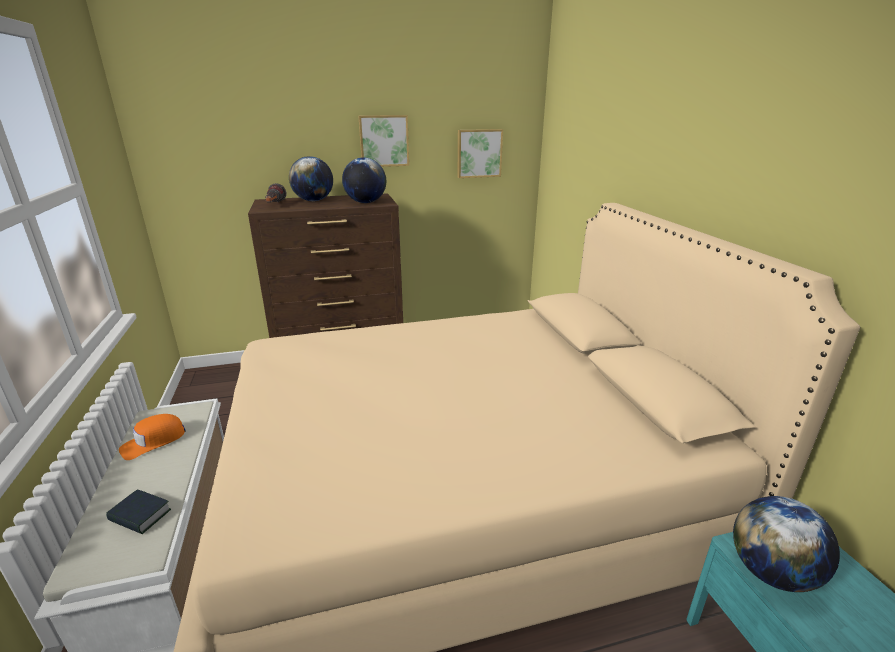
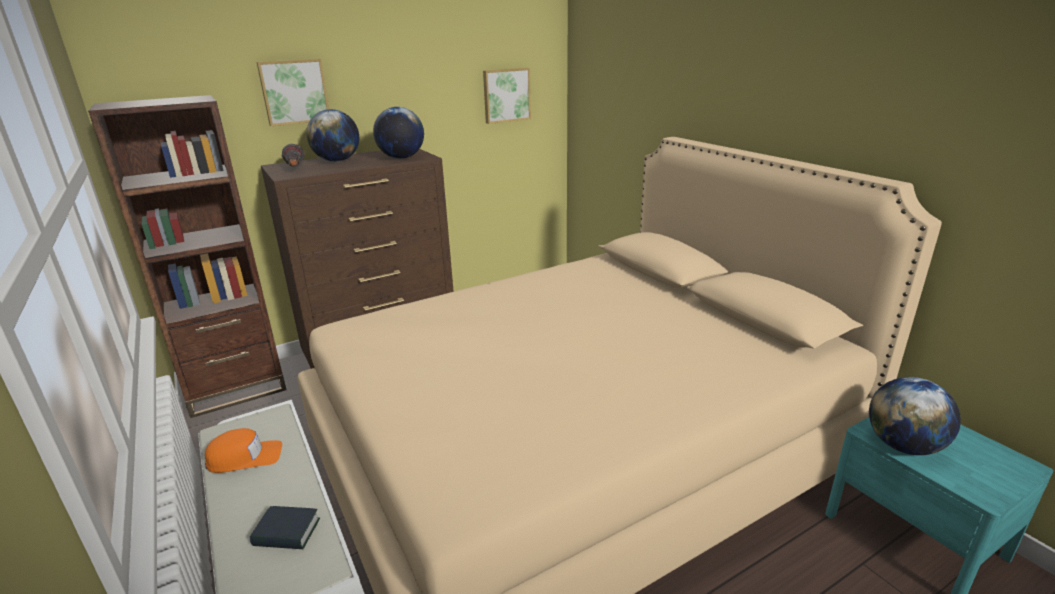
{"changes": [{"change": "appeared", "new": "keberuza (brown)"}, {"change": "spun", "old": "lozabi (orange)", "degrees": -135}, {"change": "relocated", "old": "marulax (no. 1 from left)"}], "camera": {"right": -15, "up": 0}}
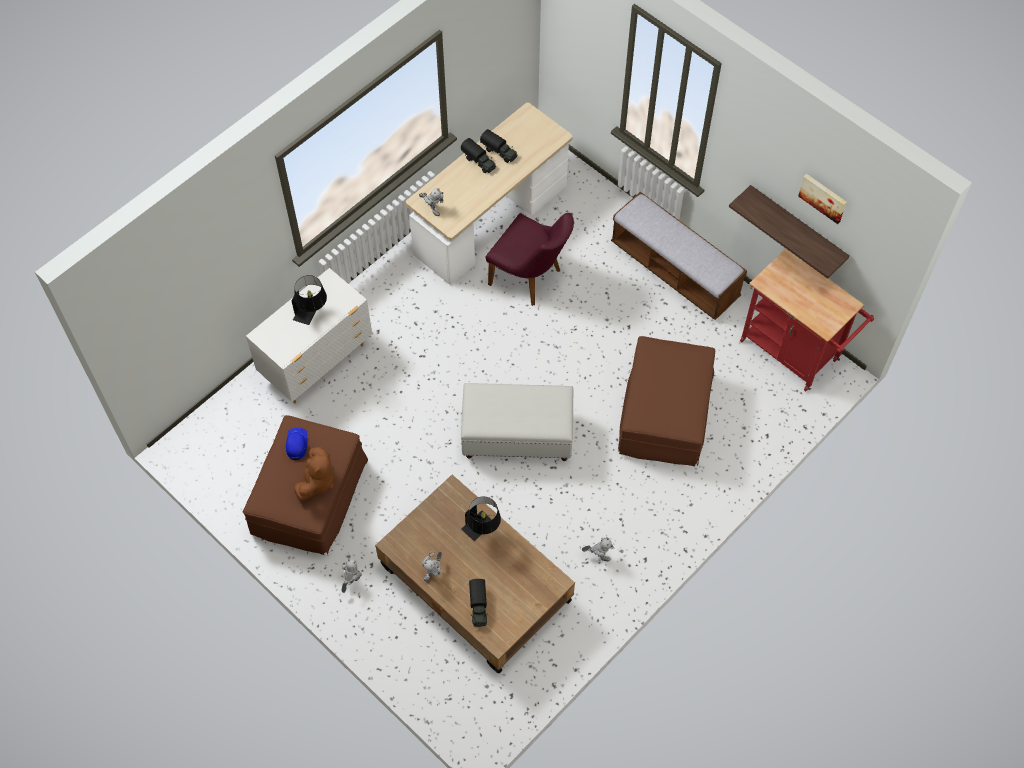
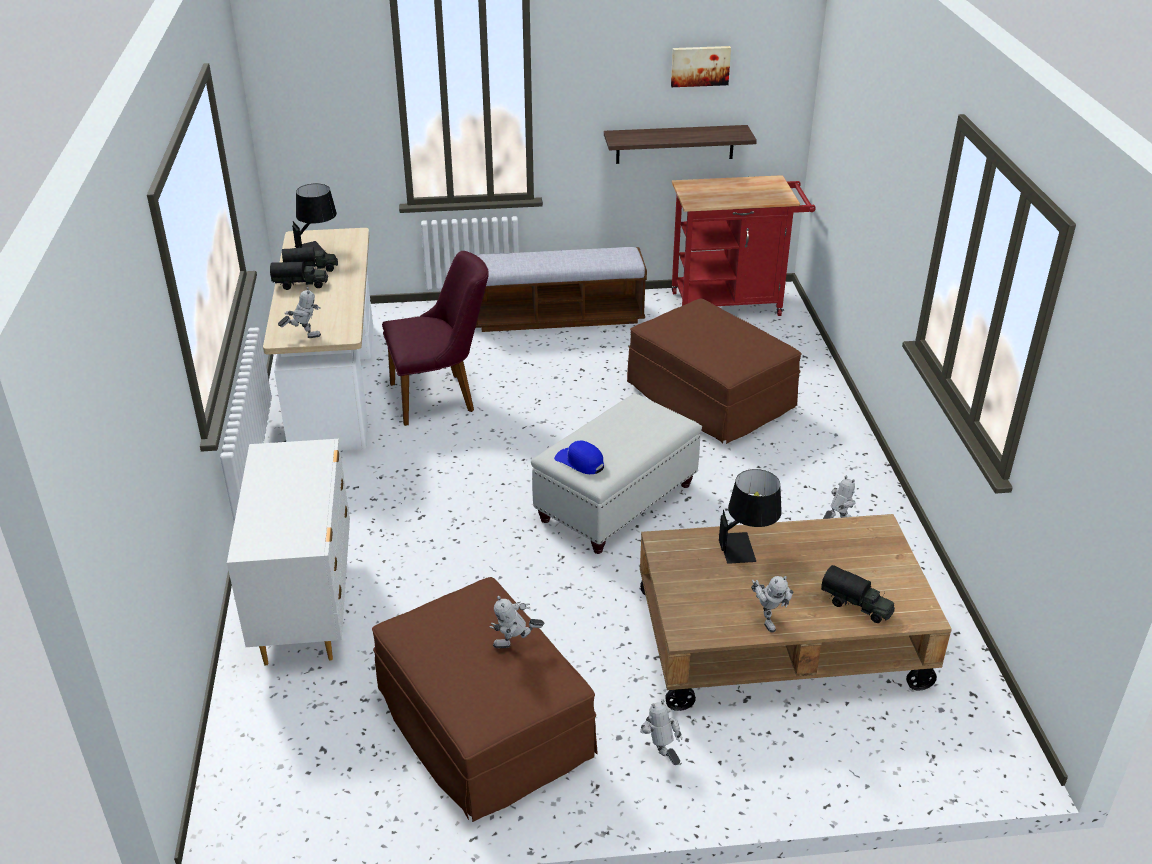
{"changes": [{"change": "relocated", "old": "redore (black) (no. 1 from left)"}, {"change": "exchanged", "old": "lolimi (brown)", "new": "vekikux (no. 2 from left)"}, {"change": "relocated", "old": "lozabi (blue)"}], "camera": {"right": -50, "up": -25}}
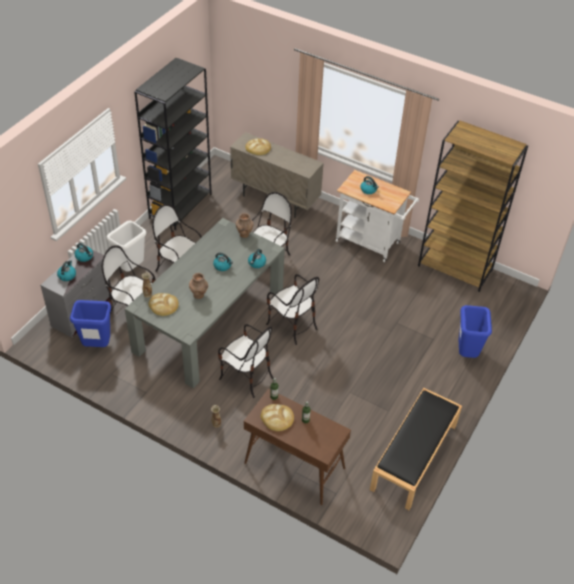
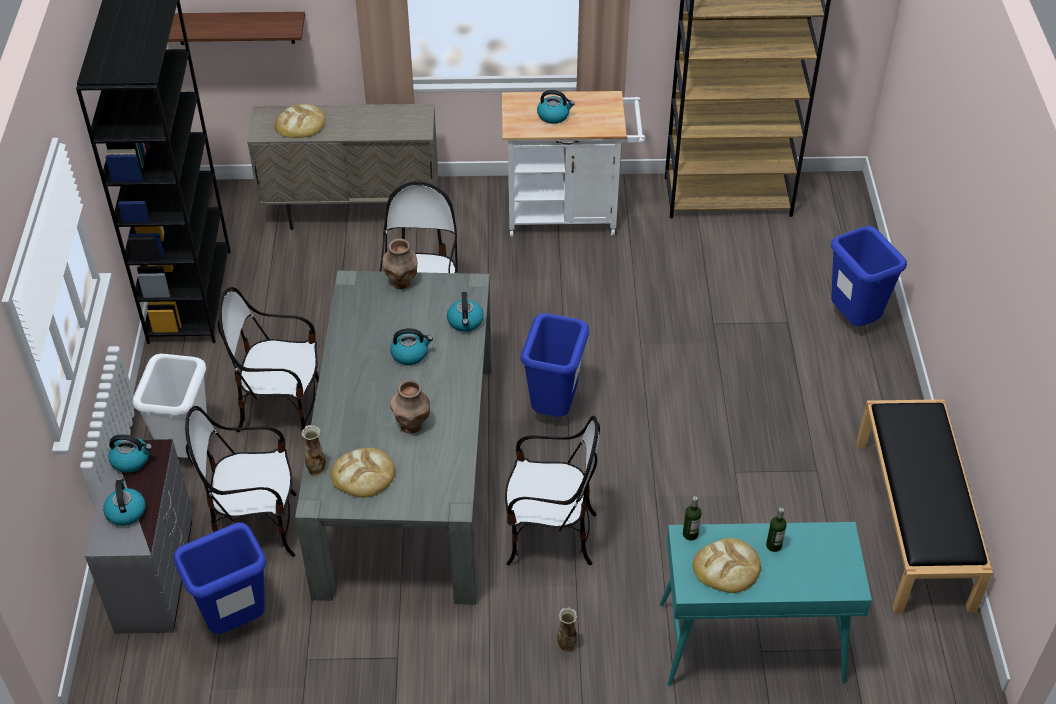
{"changes": [{"change": "appeared", "new": "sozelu"}, {"change": "exchanged", "old": "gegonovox (no. 5 from left)", "new": "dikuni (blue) (no. 2 from left)"}, {"change": "colour", "old": "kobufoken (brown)", "new": "kobufoken (turquoise)"}], "camera": {"right": -30, "up": 0}}
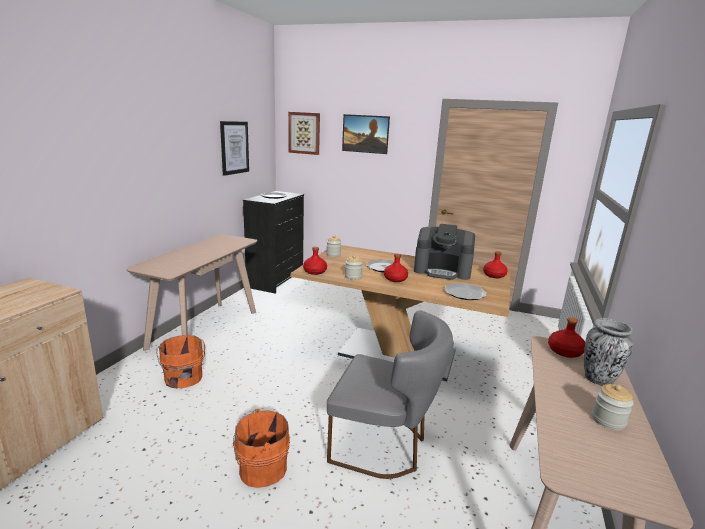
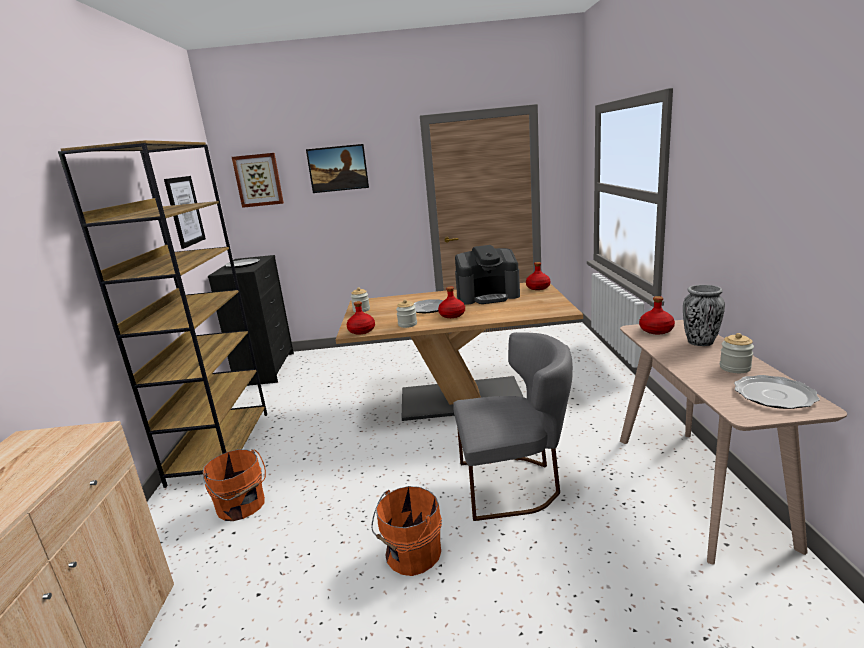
{"changes": [{"change": "exchanged", "old": "kobufoken (beige) (no. 1 from left)", "new": "keberuza (brown)"}, {"change": "relocated", "old": "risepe (no. 3 from left)"}], "camera": {"right": -20, "up": 0}}
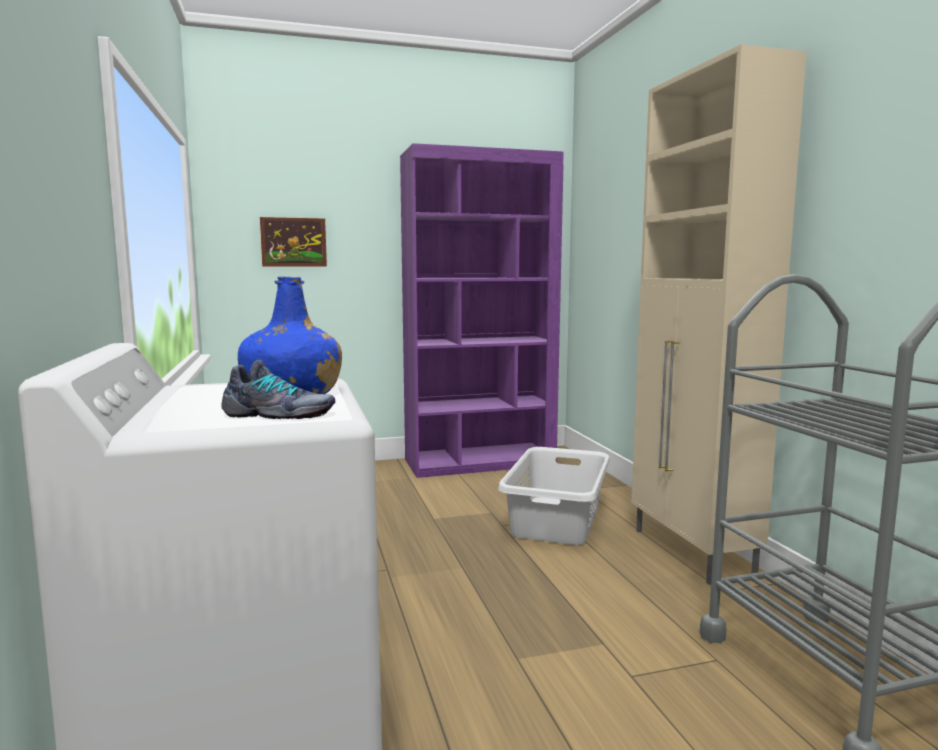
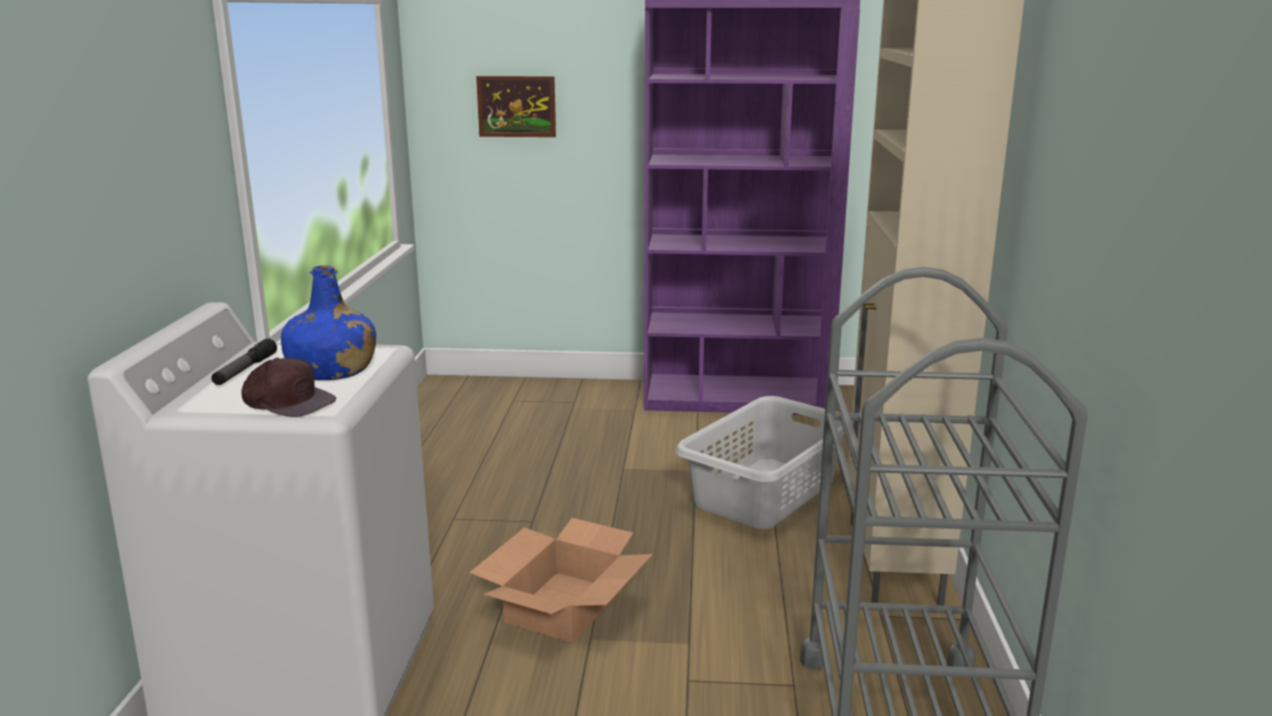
{"changes": [{"change": "appeared", "new": "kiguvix"}, {"change": "exchanged", "old": "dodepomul", "new": "lozabi (brown)"}, {"change": "appeared", "new": "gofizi"}], "camera": {"right": 20, "up": 10}}
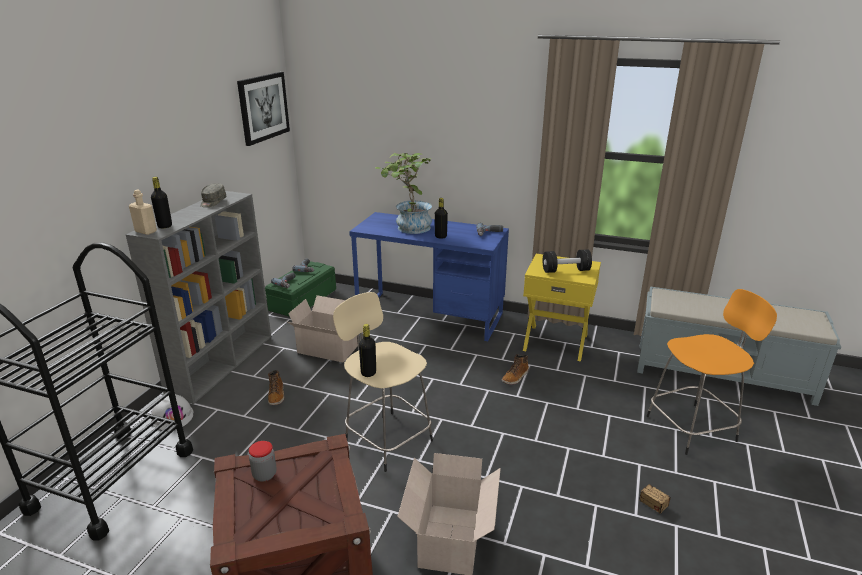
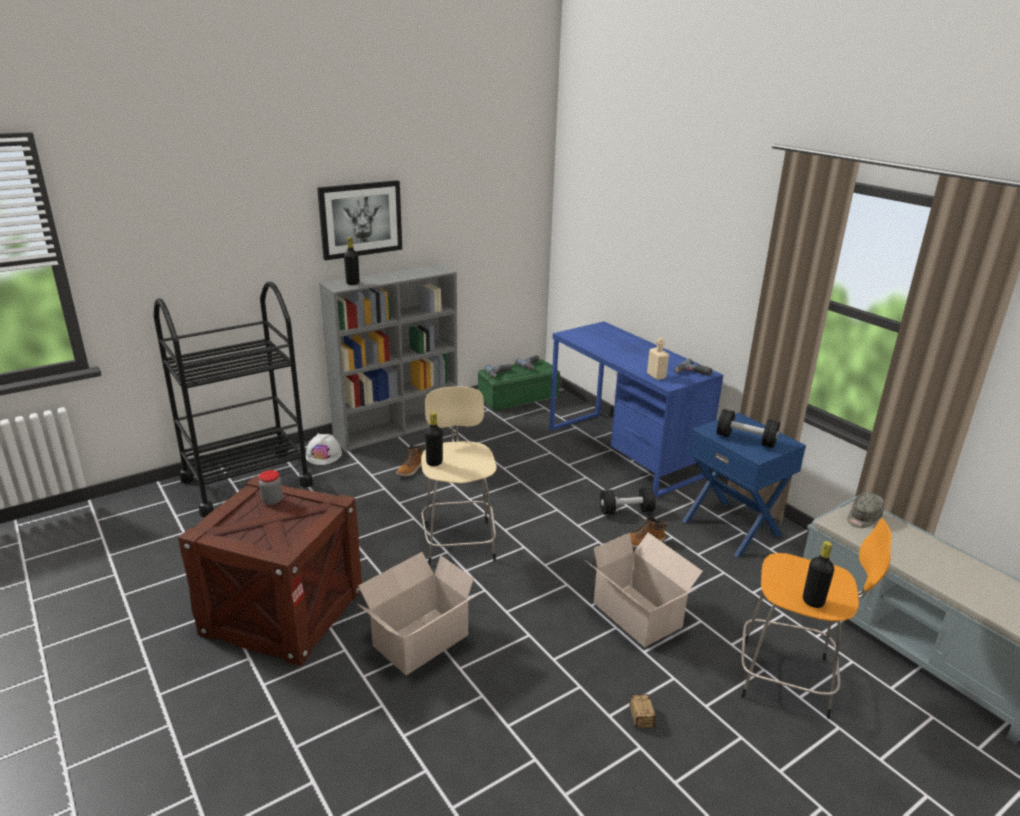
{"changes": [{"change": "relocated", "old": "marulax"}, {"change": "relocated", "old": "gofizi (no. 1 from left in the first image)", "new": "gofizi (no. 2 from left)"}, {"change": "appeared", "new": "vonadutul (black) (no. 1 from left)"}, {"change": "relocated", "old": "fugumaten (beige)"}, {"change": "colour", "old": "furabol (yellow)", "new": "furabol (blue)"}, {"change": "relocated", "old": "fugumaten (black) (no. 3 from left)"}, {"change": "relocated", "old": "lozabi (grey)"}, {"change": "missing", "old": "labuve"}], "camera": {"right": 35, "up": 0}}
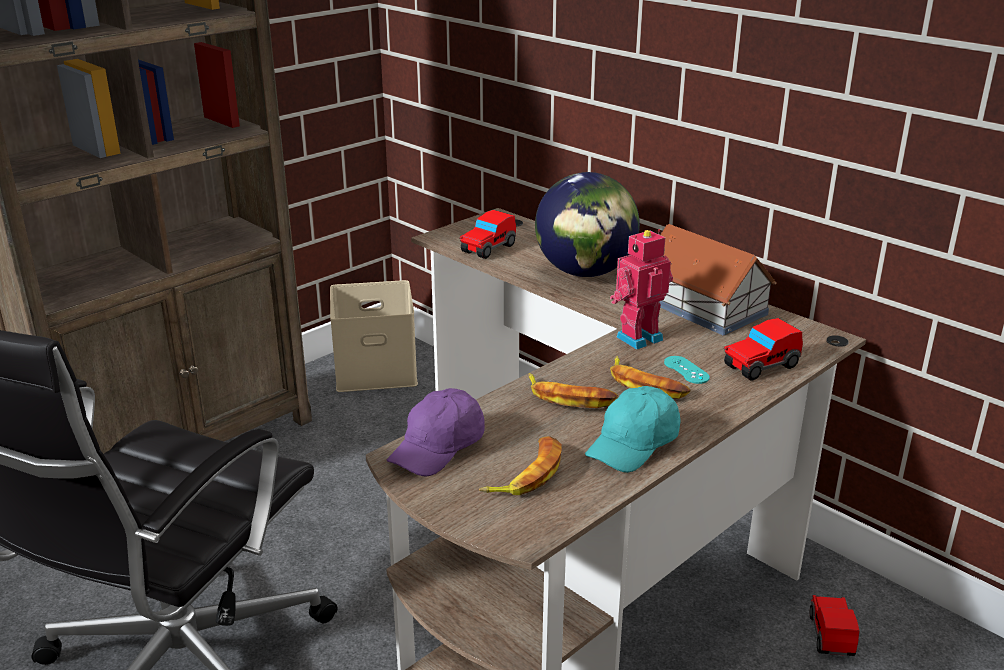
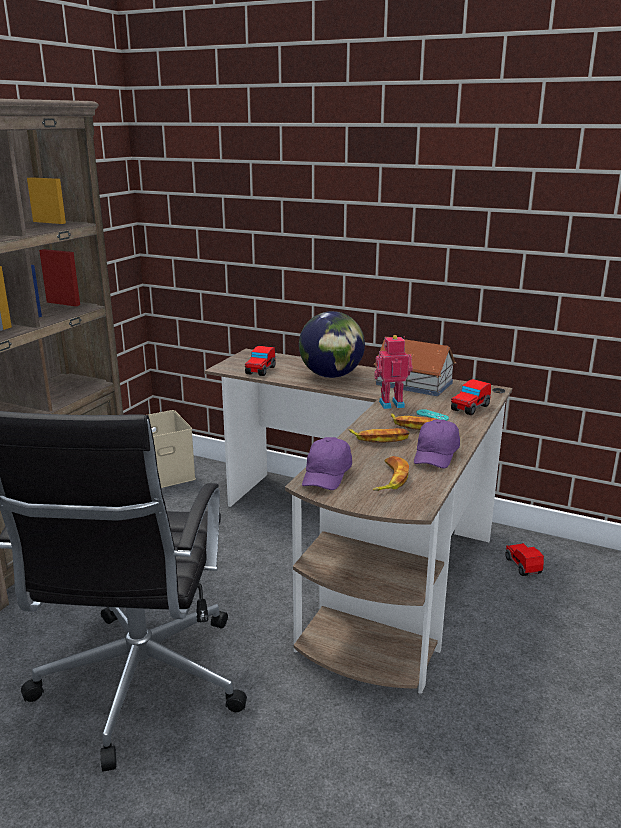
{"changes": [{"change": "spun", "old": "vekikux", "degrees": 45}, {"change": "colour", "old": "lozabi (turquoise)", "new": "lozabi (purple) (no. 2 from left)"}], "camera": {"right": -20, "up": -5}}
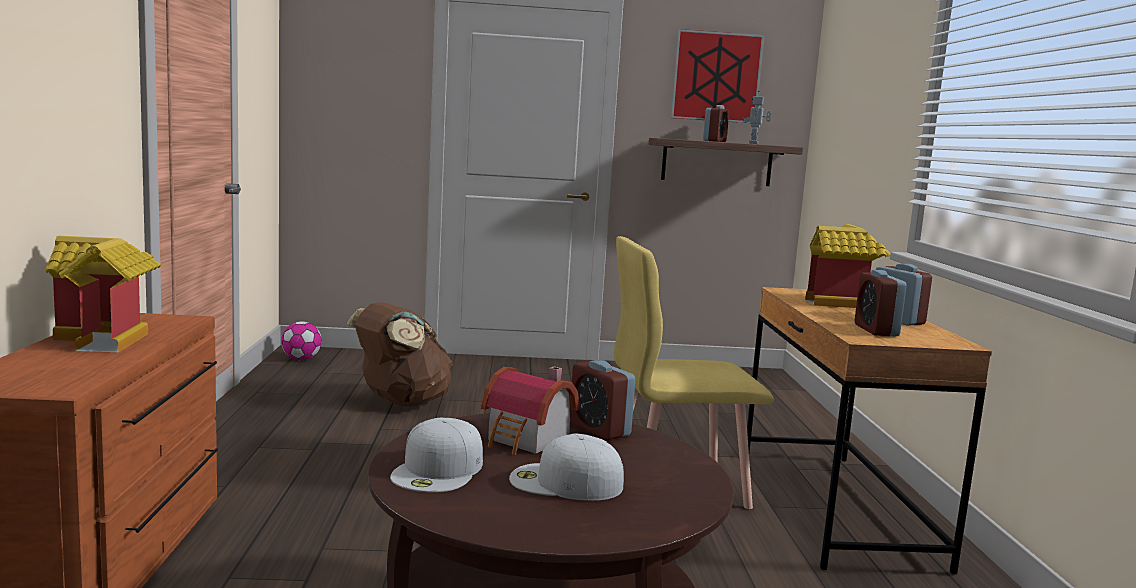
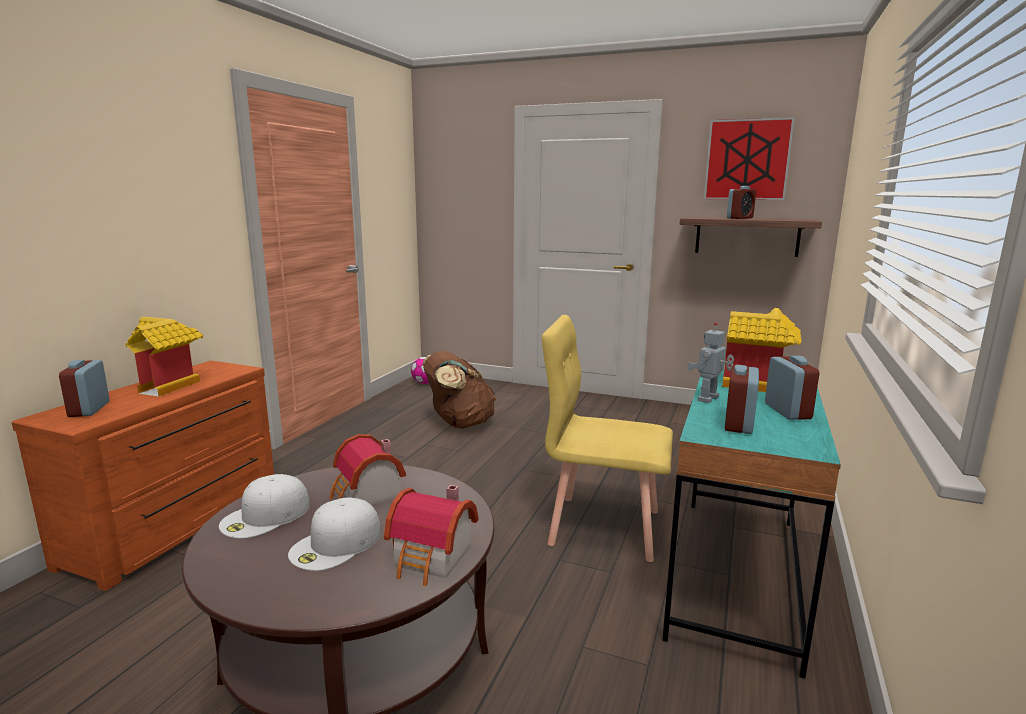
{"changes": [{"change": "relocated", "old": "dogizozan (no. 1 from left)"}, {"change": "spun", "old": "lozabi (white) (no. 2 from left)", "degrees": -90}, {"change": "appeared", "new": "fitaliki (no. 3 from left)"}, {"change": "colour", "old": "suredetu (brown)", "new": "suredetu (turquoise)"}, {"change": "relocated", "old": "vekikux"}], "camera": {"right": 25, "up": 5}}
